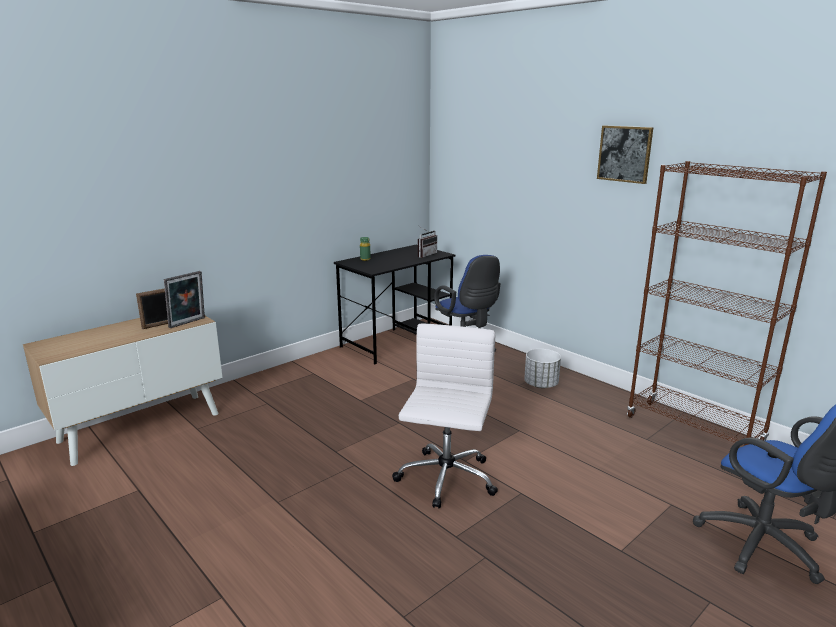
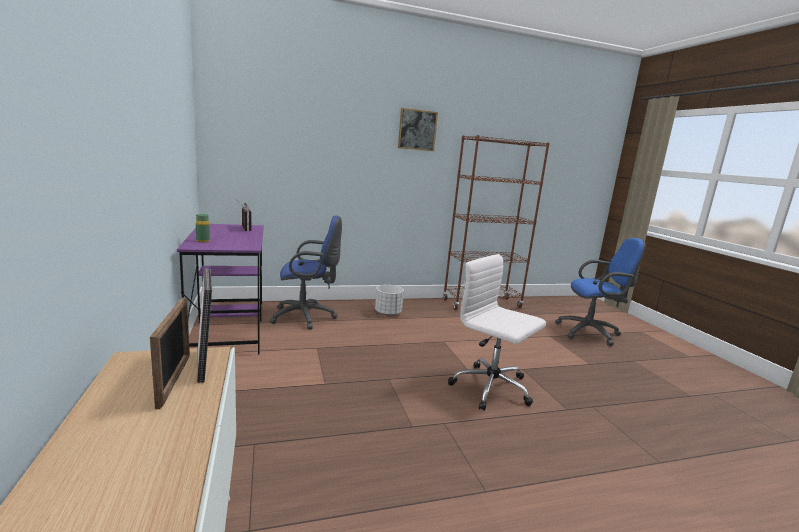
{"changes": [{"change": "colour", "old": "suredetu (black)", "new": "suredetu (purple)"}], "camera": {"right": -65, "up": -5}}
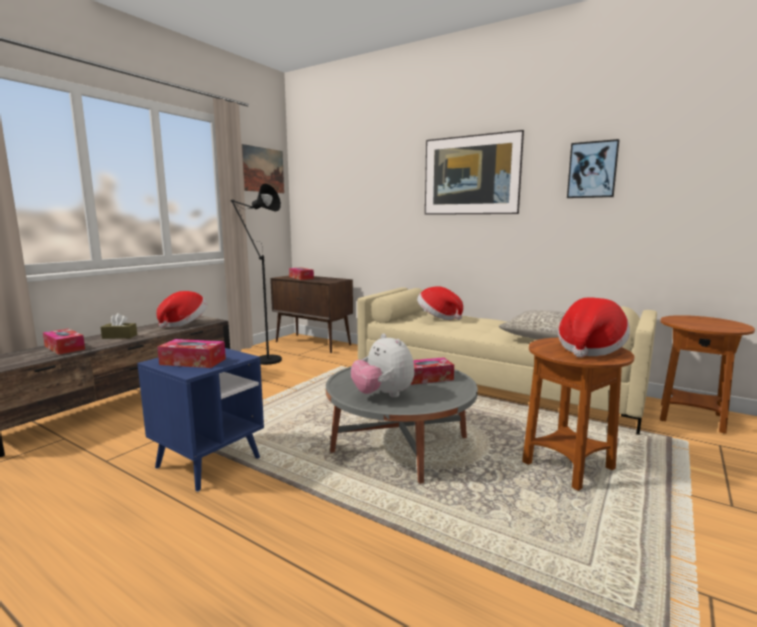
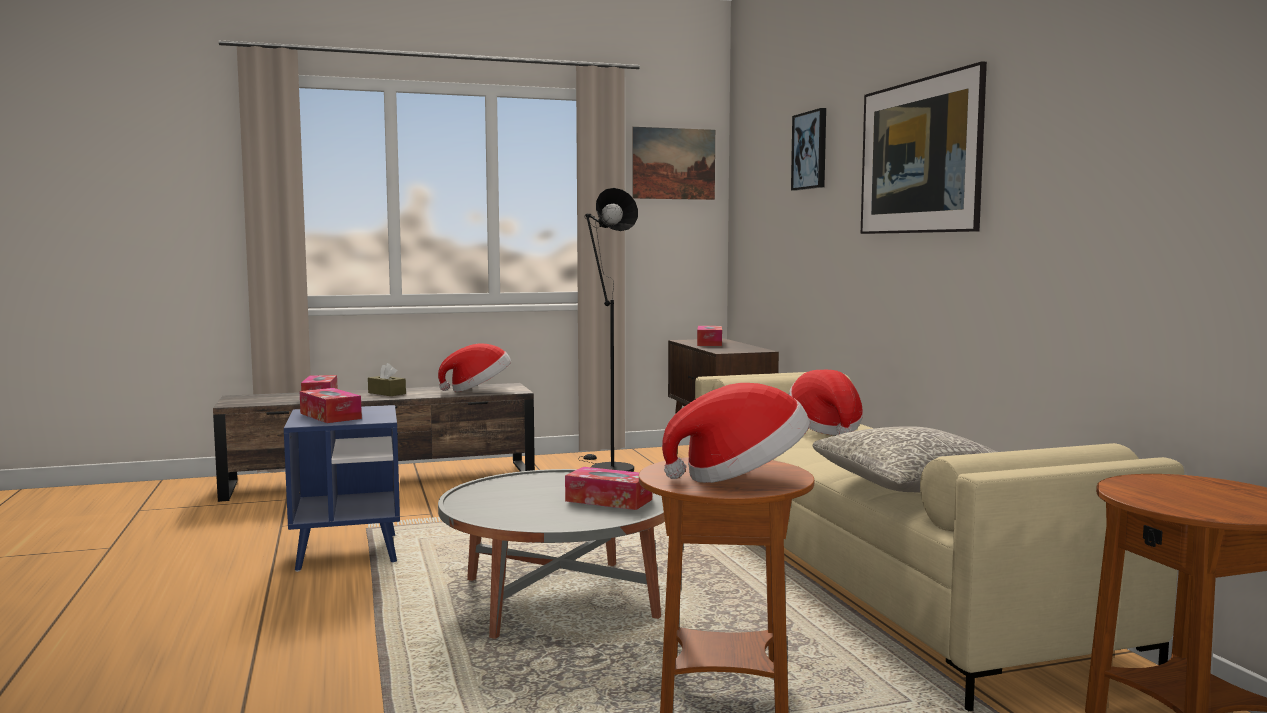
{"changes": [{"change": "relocated", "old": "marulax (no. 3 from left in the first image)", "new": "marulax (no. 2 from left)"}, {"change": "missing", "old": "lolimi"}], "camera": {"right": 40, "up": -5}}
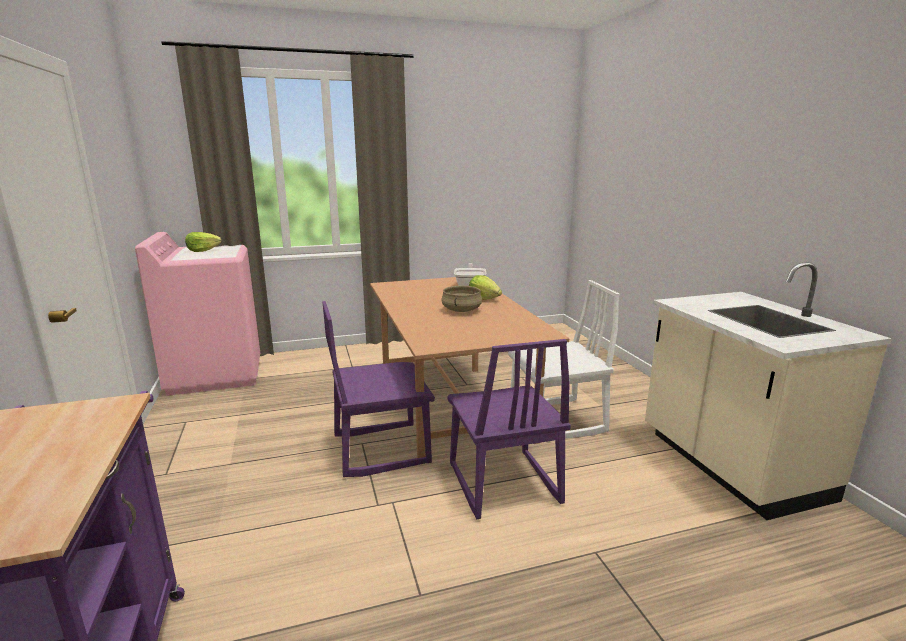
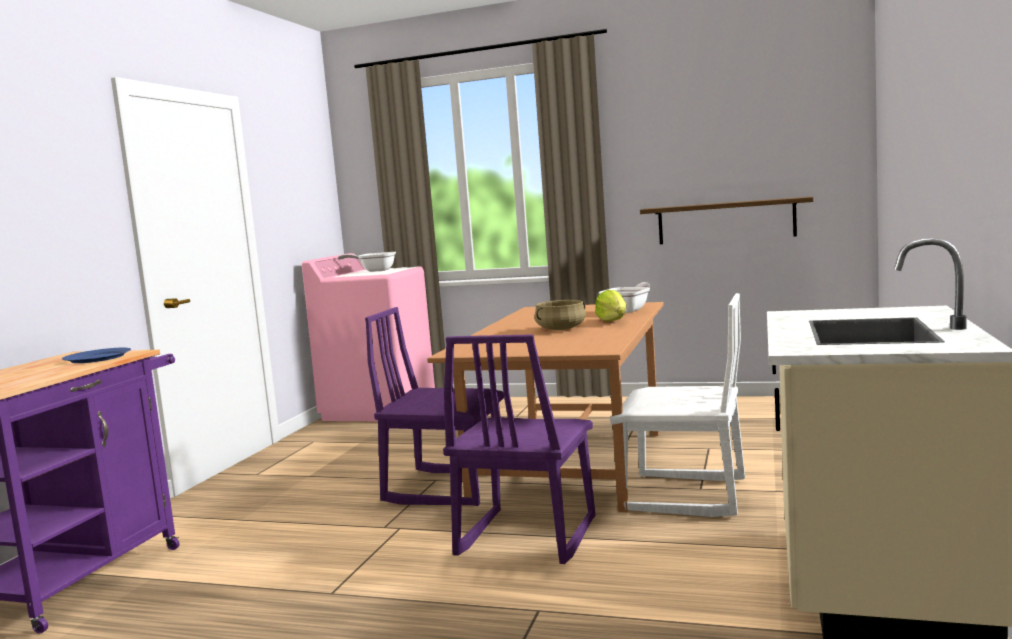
{"changes": [{"change": "appeared", "new": "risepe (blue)"}, {"change": "exchanged", "old": "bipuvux (no. 1 from left)", "new": "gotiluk (no. 1 from left)"}, {"change": "appeared", "new": "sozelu"}], "camera": {"right": 35, "up": -10}}
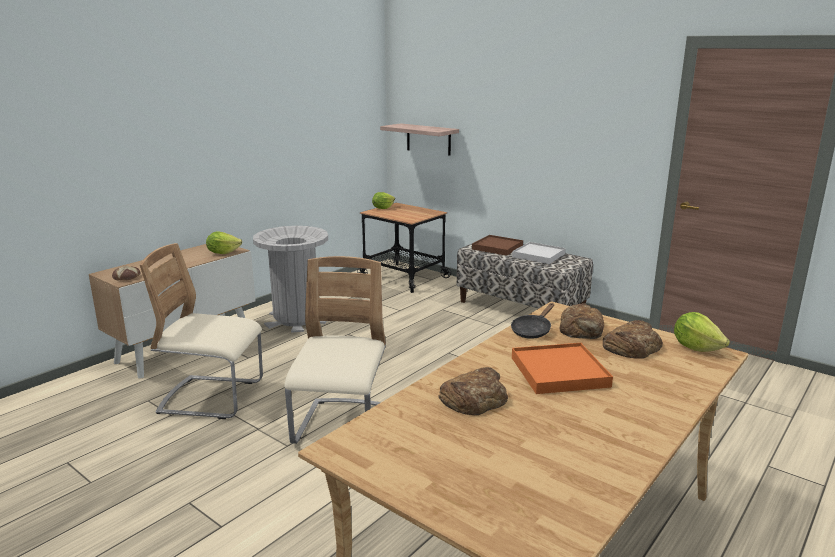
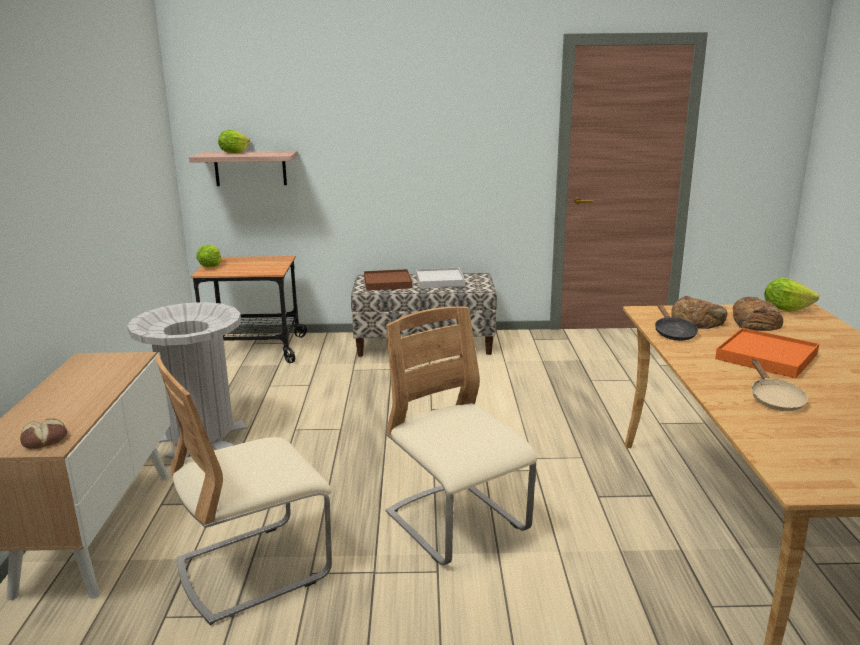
{"changes": [{"change": "relocated", "old": "bipuvux (no. 1 from left in the first image)", "new": "bipuvux (no. 2 from left)"}, {"change": "exchanged", "old": "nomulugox (no. 2 from left)", "new": "gotiluk (beige)"}], "camera": {"right": -40, "up": 0}}
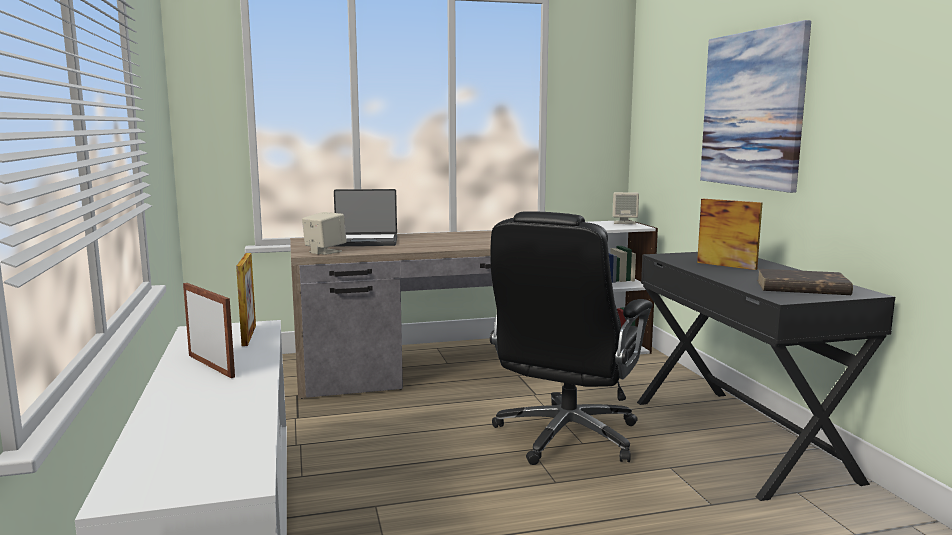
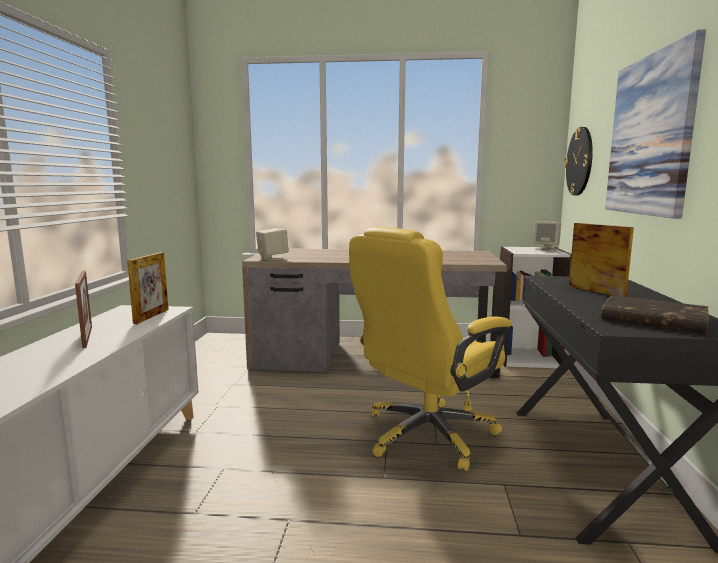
{"changes": [{"change": "colour", "old": "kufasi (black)", "new": "kufasi (yellow)"}, {"change": "appeared", "new": "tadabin"}, {"change": "missing", "old": "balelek"}], "camera": {"right": 20, "up": 0}}
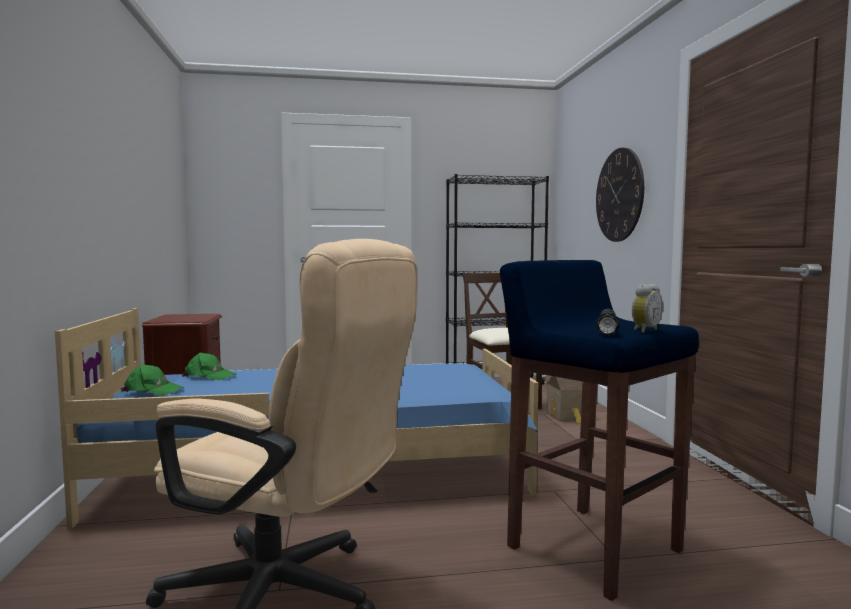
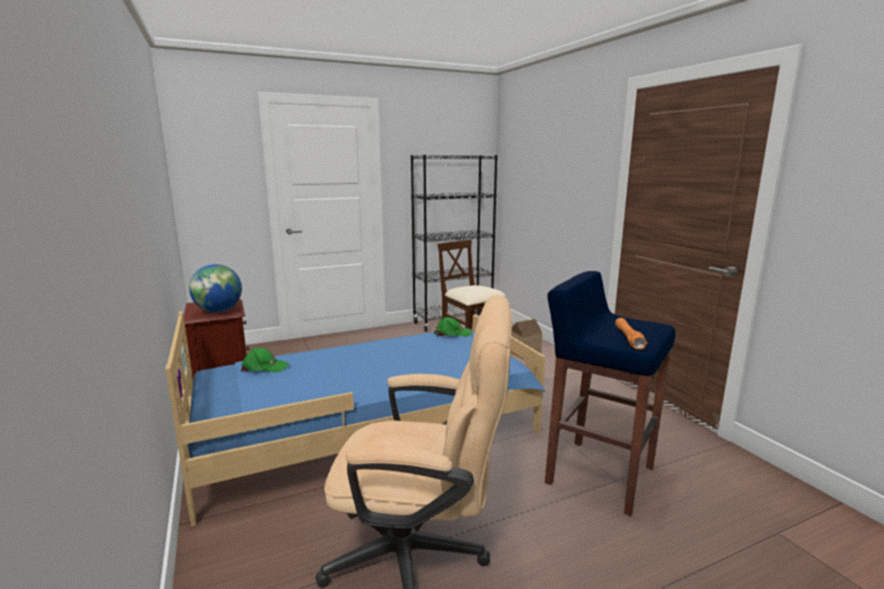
{"changes": [{"change": "appeared", "new": "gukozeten"}, {"change": "relocated", "old": "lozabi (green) (no. 1 from left in the first image)", "new": "lozabi (green) (no. 2 from left)"}, {"change": "colour", "old": "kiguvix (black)", "new": "kiguvix (orange)"}, {"change": "missing", "old": "tadabin"}, {"change": "missing", "old": "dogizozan"}], "camera": {"right": -15, "up": 10}}
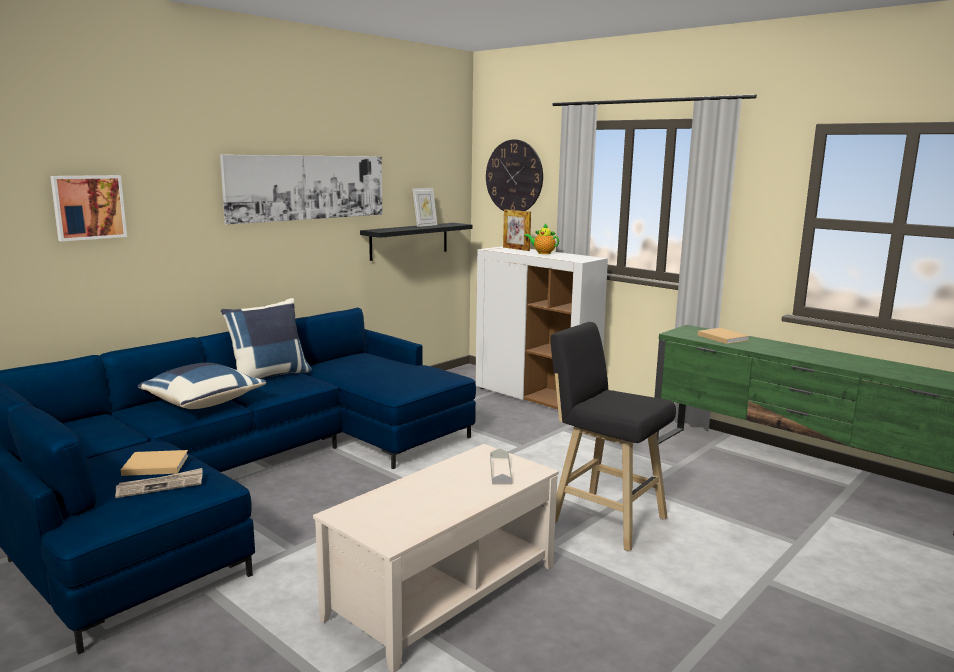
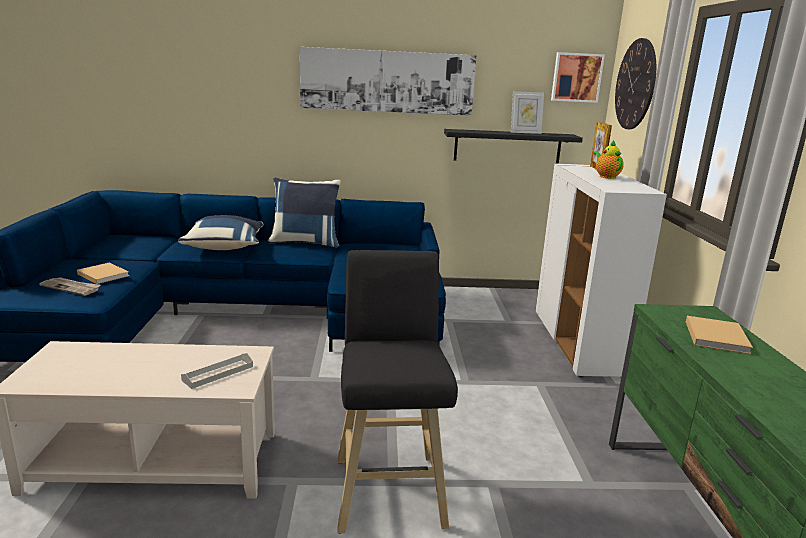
{"changes": [{"change": "relocated", "old": "marulax (no. 1 from left in the first image)", "new": "marulax (no. 2 from left)"}], "camera": {"right": 45, "up": 5}}
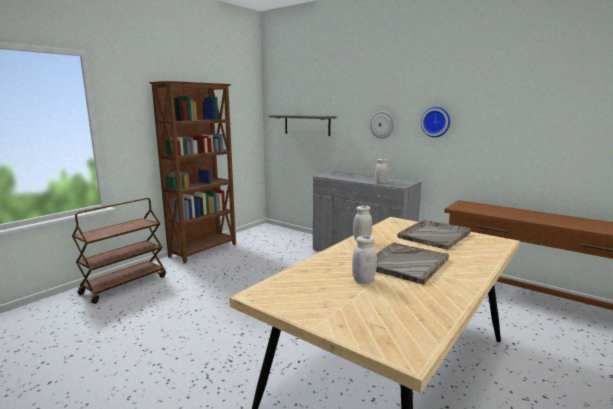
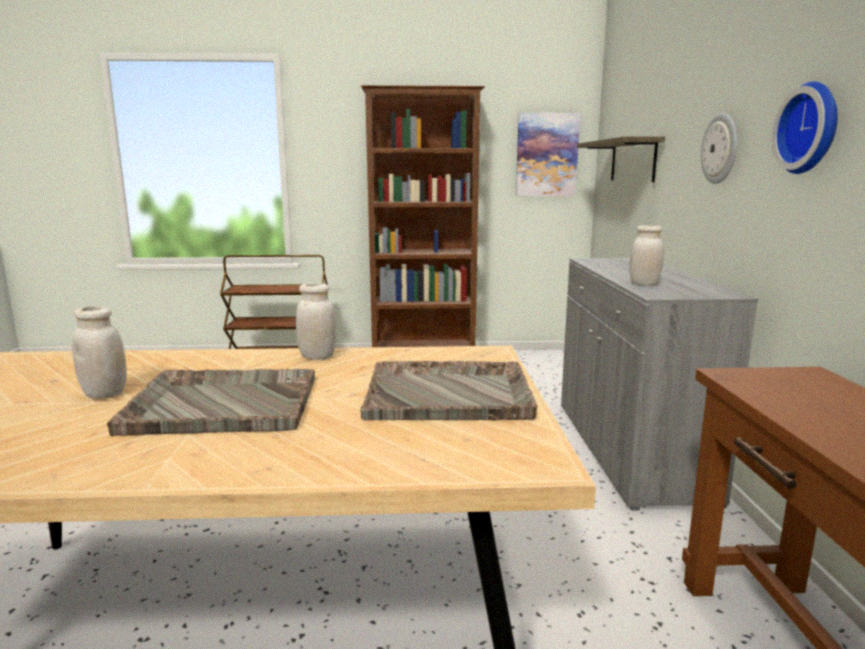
{"changes": [{"change": "appeared", "new": "marulax"}], "camera": {"right": 50, "up": 0}}
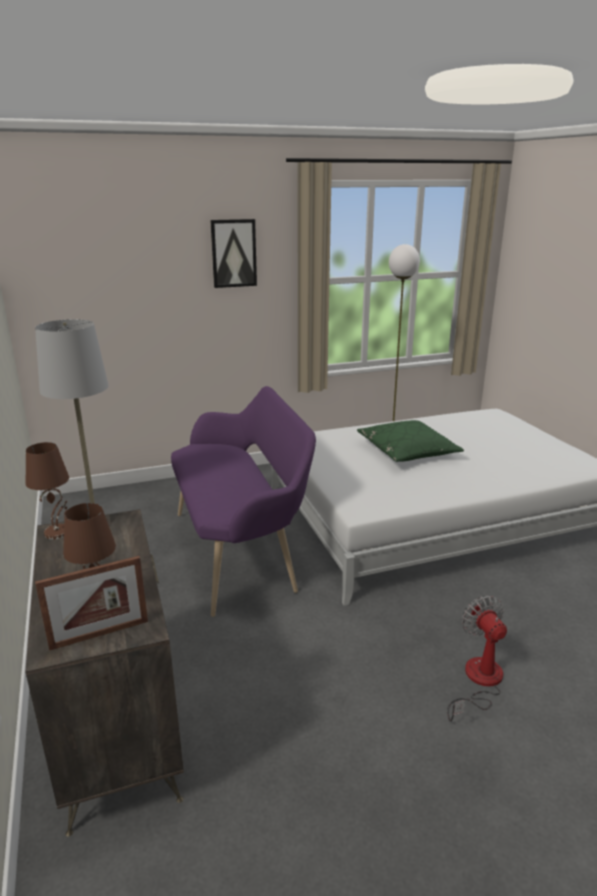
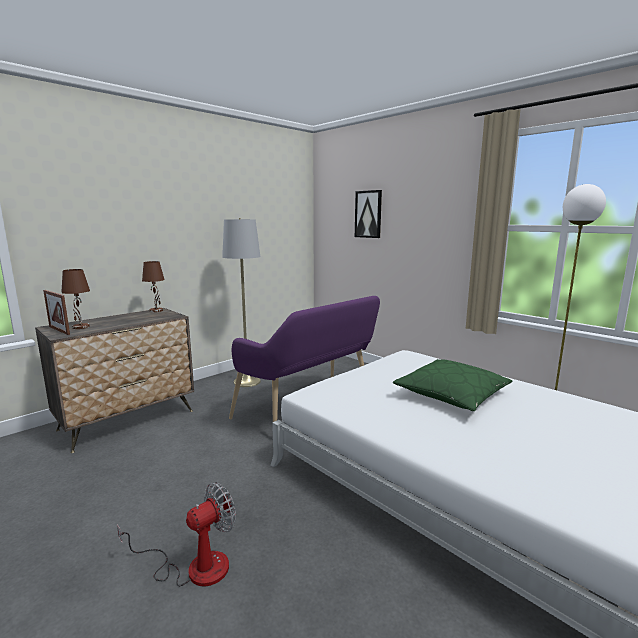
{"changes": [{"change": "relocated", "old": "marulax"}], "camera": {"right": 65, "up": -10}}
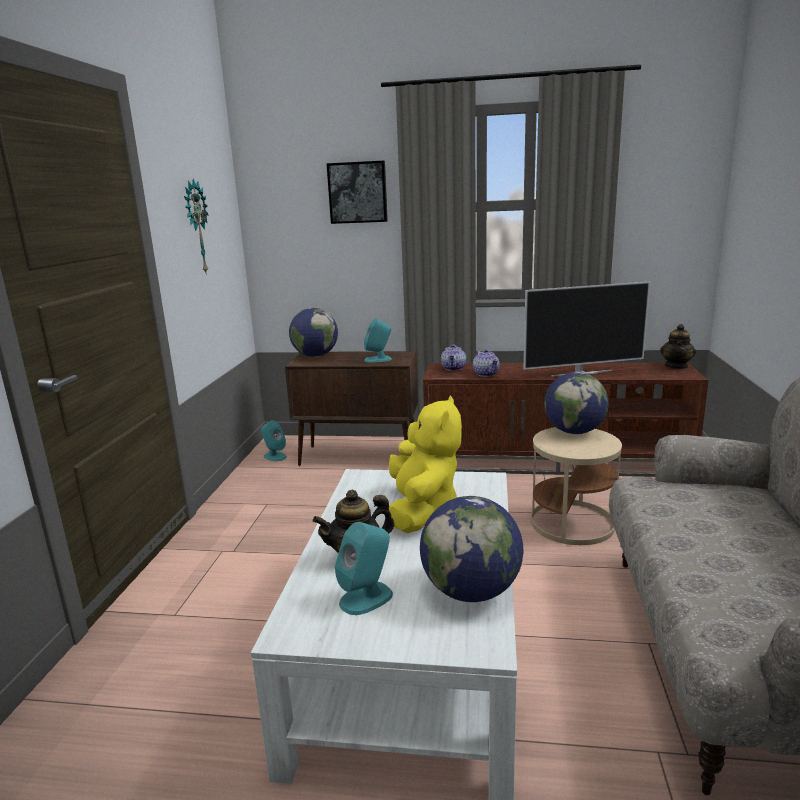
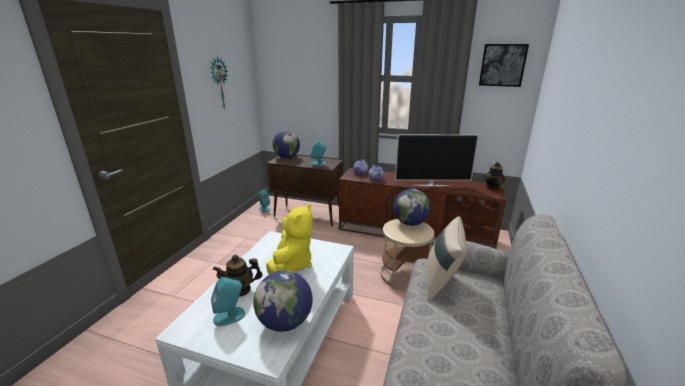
{"changes": [{"change": "appeared", "new": "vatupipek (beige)"}, {"change": "relocated", "old": "marulax"}], "camera": {"right": 10, "up": 5}}
